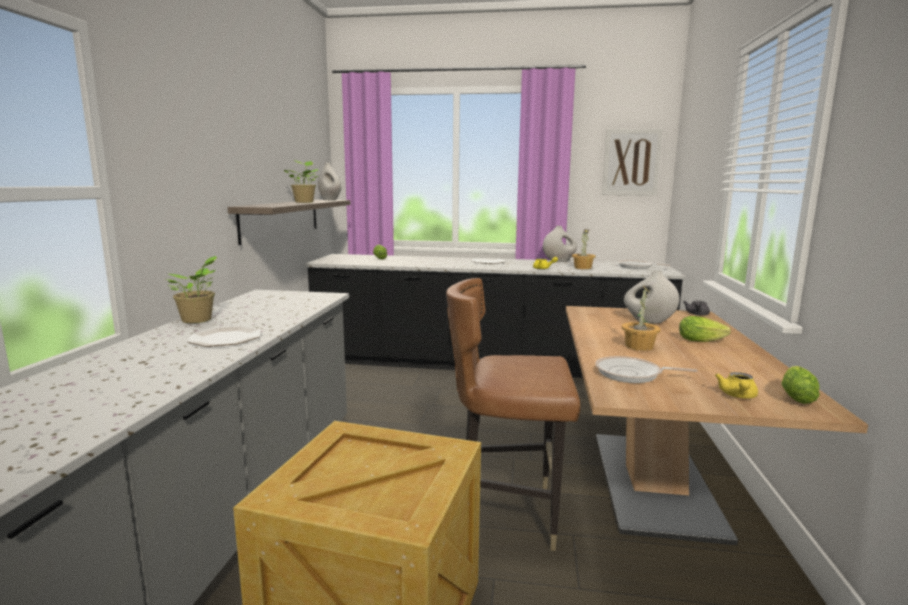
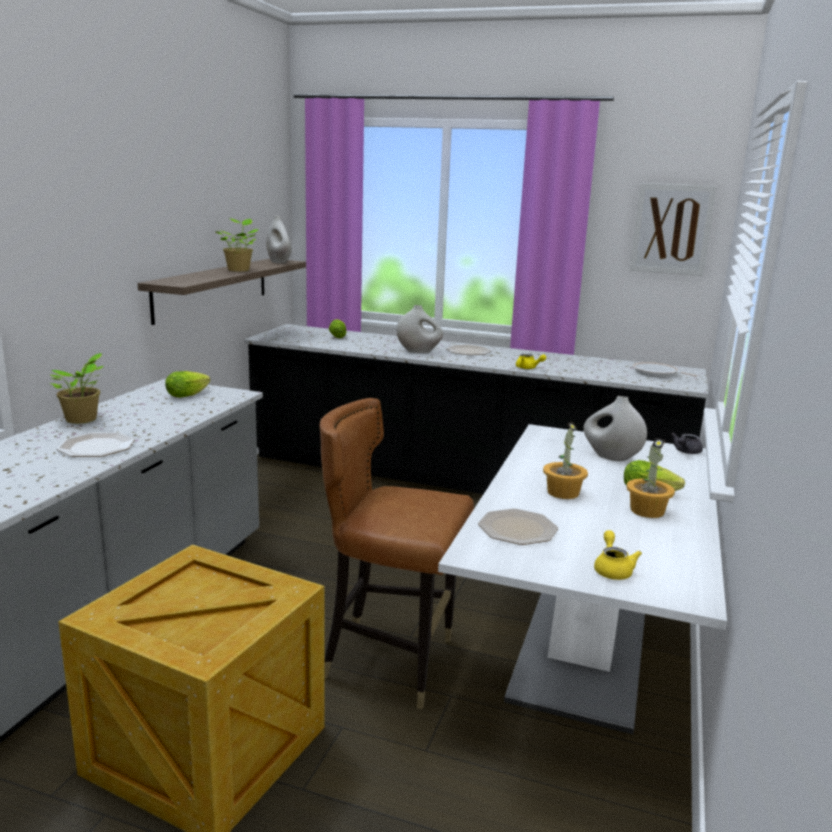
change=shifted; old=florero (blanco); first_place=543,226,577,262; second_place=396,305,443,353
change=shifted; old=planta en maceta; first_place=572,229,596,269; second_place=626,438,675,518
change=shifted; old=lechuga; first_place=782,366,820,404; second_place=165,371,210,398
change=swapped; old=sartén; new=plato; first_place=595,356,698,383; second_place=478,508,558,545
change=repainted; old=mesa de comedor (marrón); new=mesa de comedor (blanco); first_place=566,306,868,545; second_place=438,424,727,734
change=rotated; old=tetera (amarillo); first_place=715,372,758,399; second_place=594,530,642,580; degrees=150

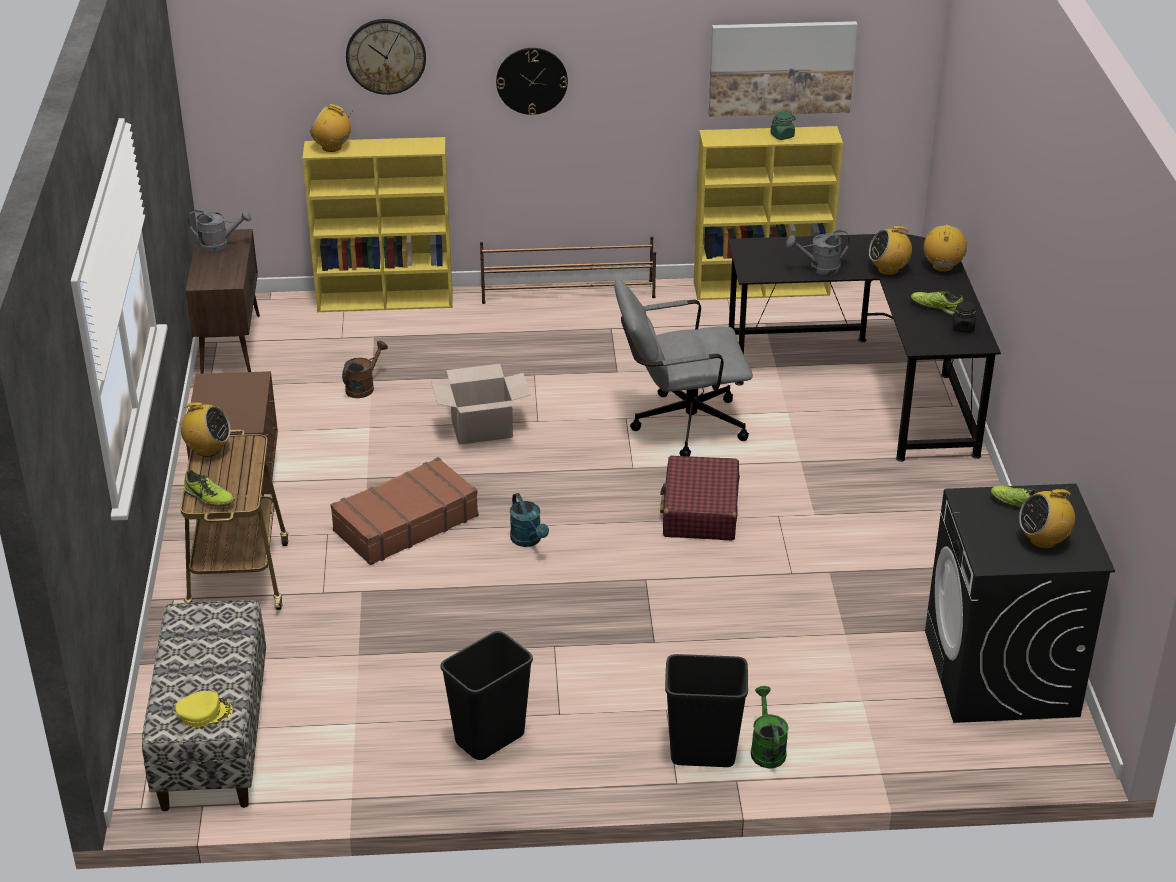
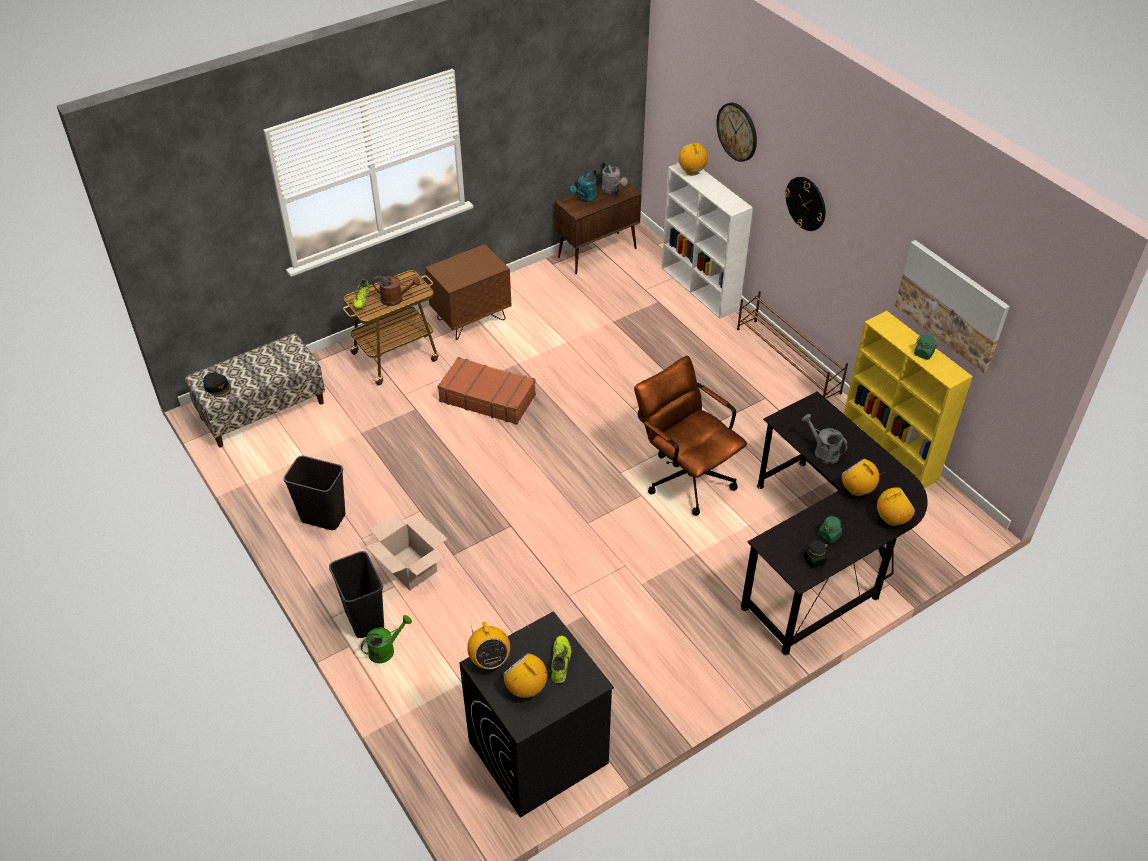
change=gone; old=maleta (rojo); first_place=660,456,740,540
change=shifted; old=radio; first_place=174,402,231,457; second_place=467,621,510,669
change=shifted; old=regadera (marrón); first_place=342,341,388,398; second_place=373,276,420,306
change=shifted; old=caja de cartón; first_place=431,364,531,445; second_place=365,512,447,590
change=shifted; old=regadera (turquesa); first_place=510,493,549,547; second_place=569,169,597,202
change=swapped; old=zapato; new=tarro (verde); first_place=911,291,964,316; second_place=818,516,842,543
change=repainted; old=gorra (amarillo); new=gorra (negro); first_place=175,691,233,727; second_place=203,372,231,397
change=repainted; old=estantería (amarillo); new=estantería (blanco); first_place=303,137,453,312; second_place=662,163,753,319
change=repainted; old=silla de oficina (gris); new=silla de oficina (marrón); first_place=614,279,753,457; second_place=634,356,747,516

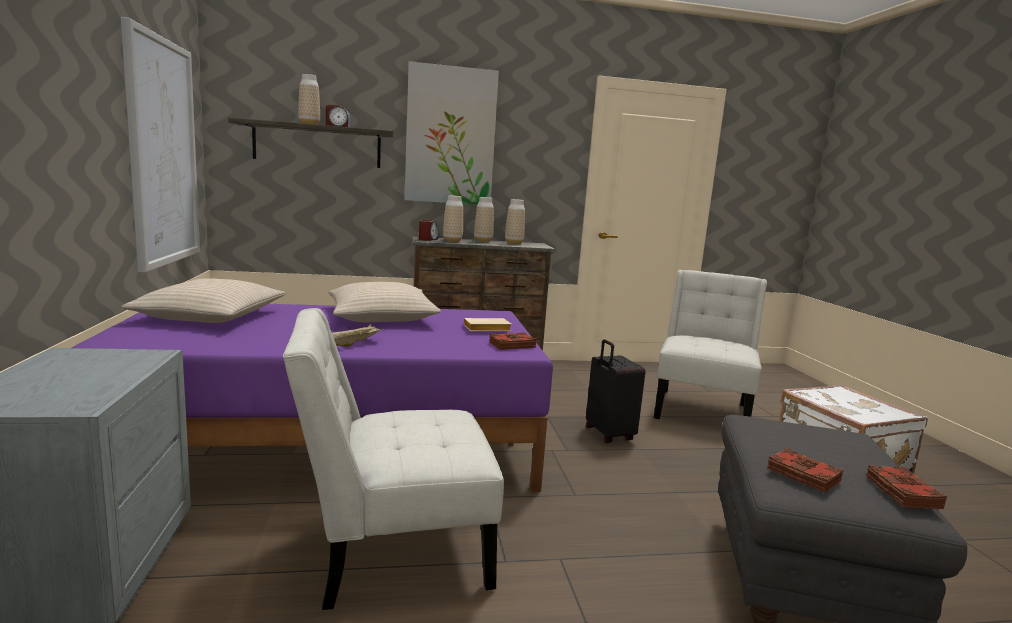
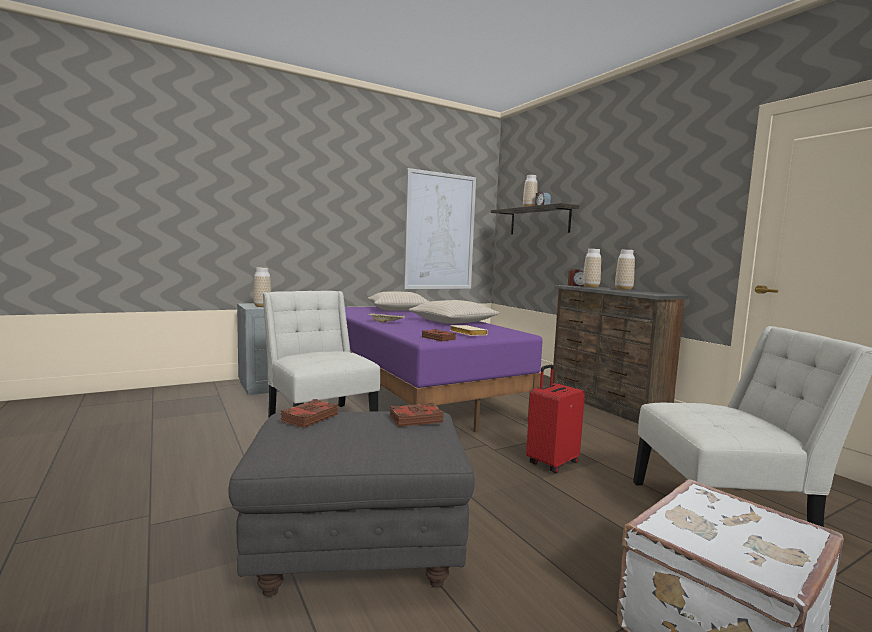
change=gone; old=cuadro; first_place=404,61,499,205
change=shifted; old=florero; first_place=505,199,525,244; second_place=253,268,271,307
change=shifted; old=libro (marrón); first_place=866,465,947,509; second_place=390,403,444,427
change=repainted; old=maleta (negro); new=maleta (rojo); first_place=586,339,645,443; second_place=526,365,585,473

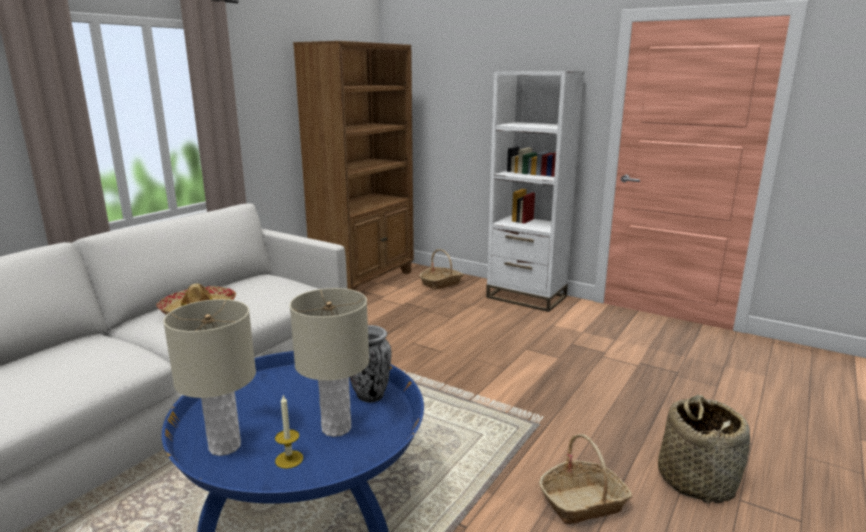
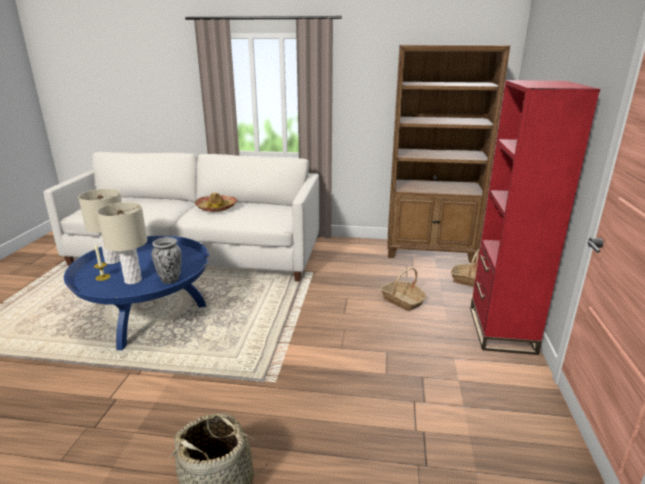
change=shifted; old=cesta; first_place=539,434,632,524; second_place=380,268,426,311
change=repainted; old=estantería (blanco); new=estantería (rojo); first_place=486,71,584,312; second_place=470,80,600,355

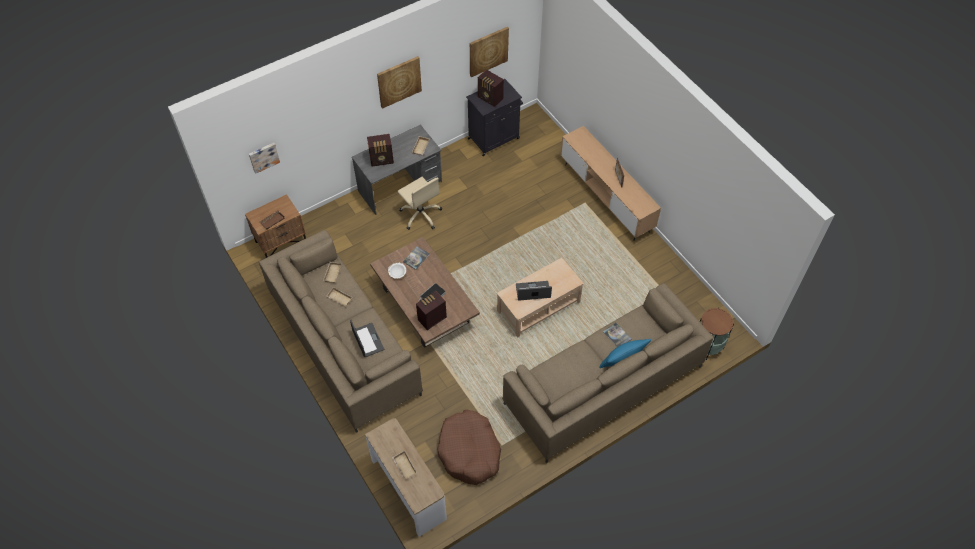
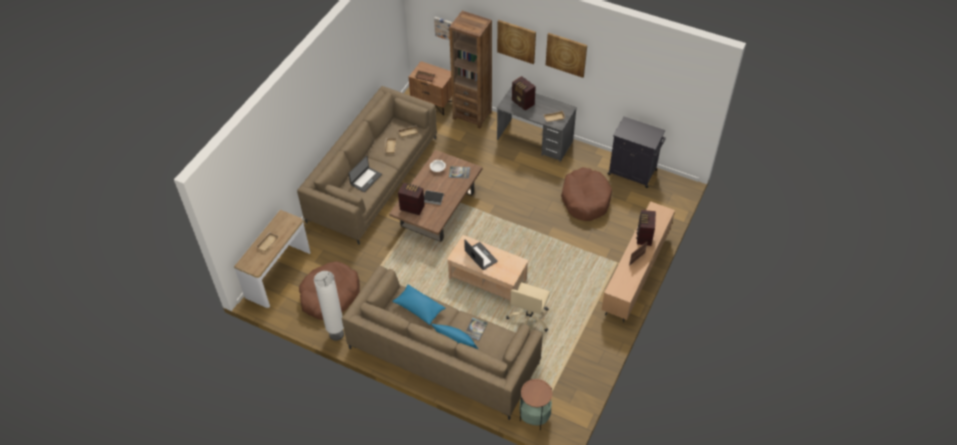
change=new; new=lámpara de pie (blanco); second_place=314,271,344,341
change=new; new=cojín (azul); second_place=392,284,445,325
change=new; new=estantería (marrón); second_place=449,11,492,128
change=new; new=cama para perro (marrón); second_place=561,167,612,221
change=shifted; old=silla de oficina (beis); first_place=397,177,442,230; second_place=506,282,550,332
change=shifted; old=cuadro; first_place=470,27,509,77; second_place=497,20,536,64
change=shifted; old=radio; first_place=478,69,504,107; second_place=636,210,656,246

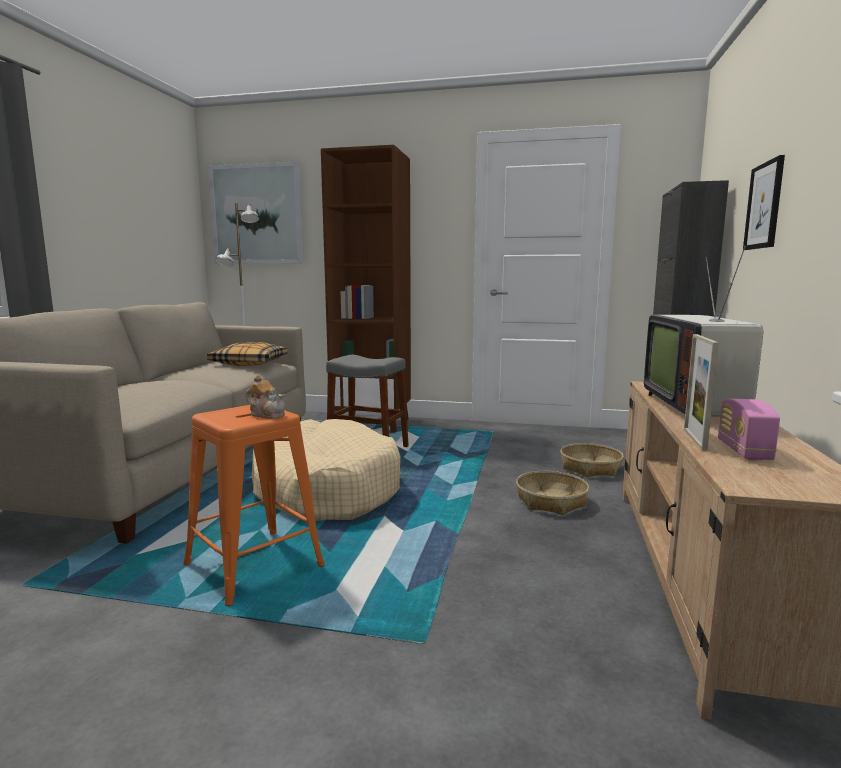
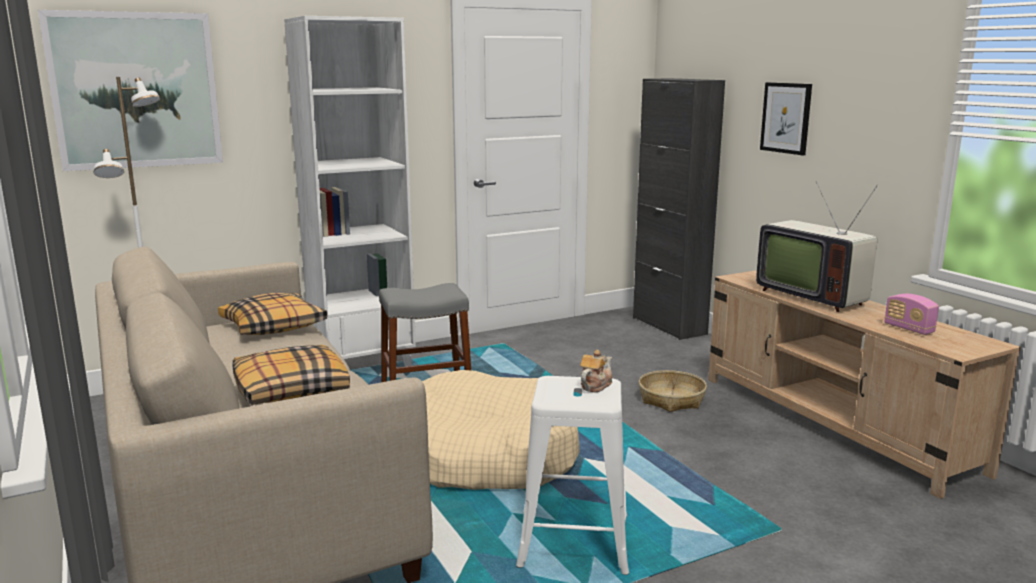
change=gone; old=cesta; first_place=560,443,624,477
change=gone; old=portarretratos; first_place=684,334,719,451
change=new; new=cojín; second_place=232,345,350,405
change=repainted; old=taburete (naranja); new=taburete (blanco); first_place=183,405,325,606; second_place=516,376,629,575
change=repainted; old=estantería (marrón); new=estantería (blanco); first_place=321,145,411,433; second_place=284,16,416,366
change=rotated; old=tetera; first_place=246,375,285,419; second_place=580,350,612,392; degrees=-45

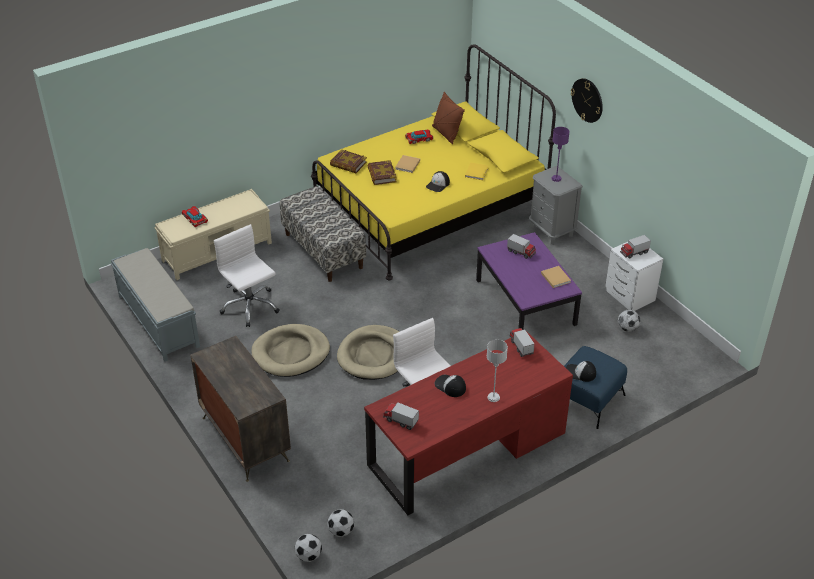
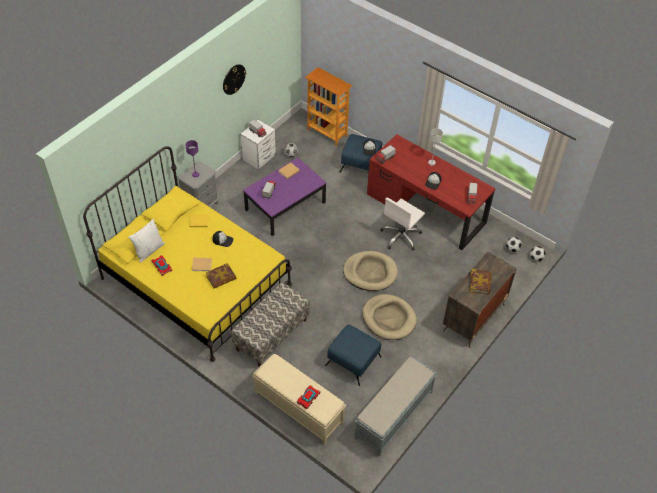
change=new; new=estantería; second_place=305,67,352,146
change=shifted; old=libro; first_place=330,149,367,173; second_place=469,269,491,294
change=shifted; old=reloj de pared; first_place=571,78,603,123; second_place=223,64,247,95
change=swapped; old=silla de oficina (blanco); new=puf (azul); first_place=214,224,280,327; second_place=325,324,381,386
change=repainted; old=cojín (marrón); new=cojín (blanco); first_place=432,91,465,144; second_place=129,219,165,263

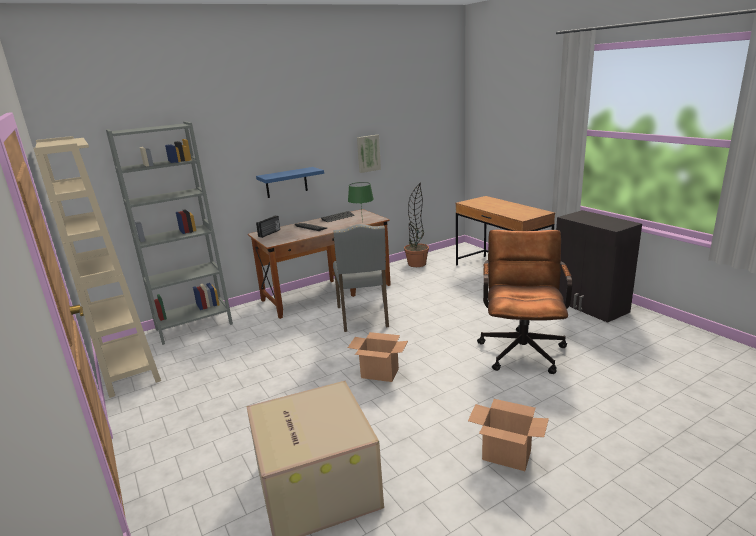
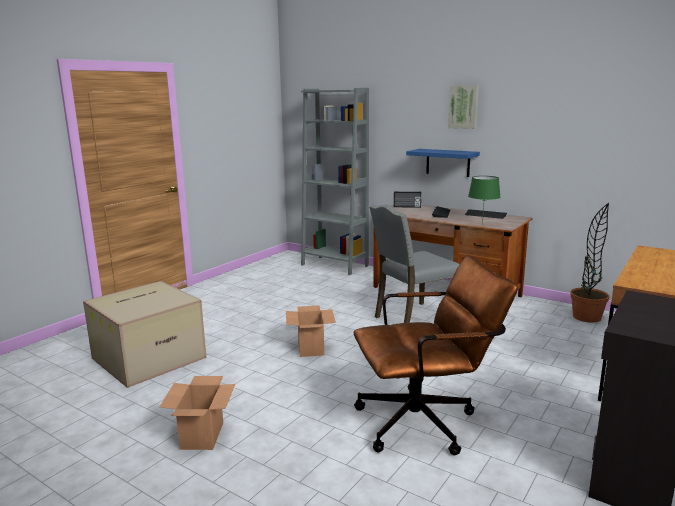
change=gone; old=estantería (beis); first_place=33,136,161,398
change=shifted; old=cuadro; first_place=357,135,381,173; second_place=448,85,479,129

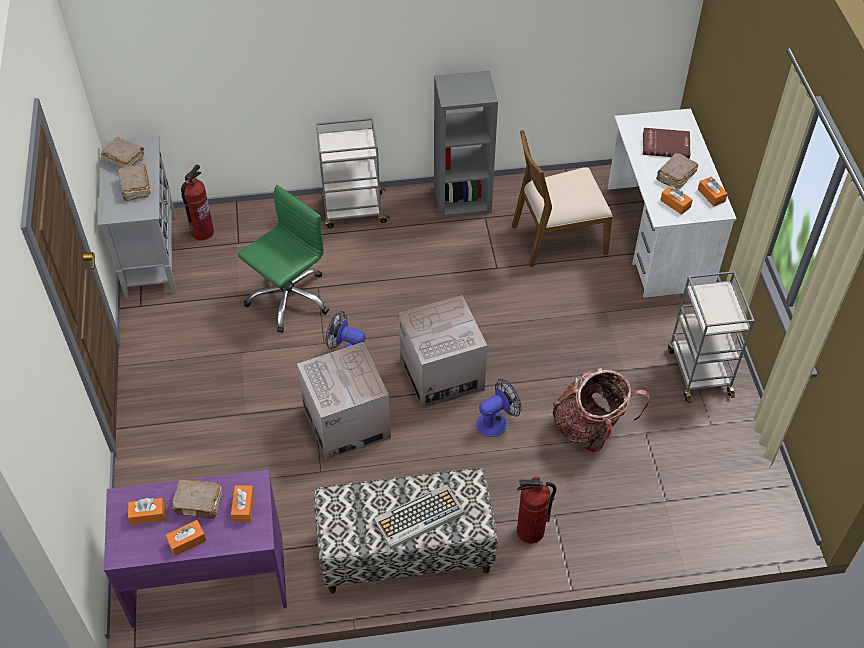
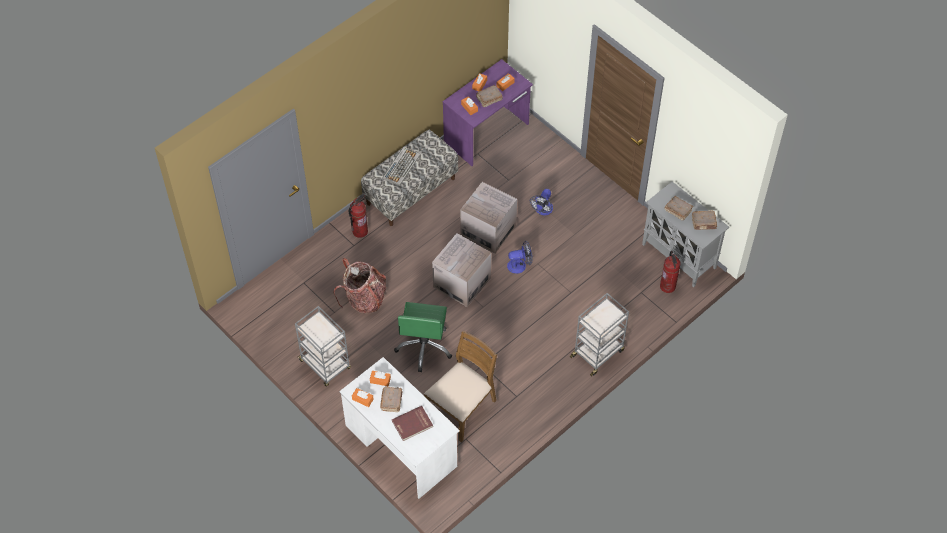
change=gone; old=estantería (gris); first_place=434,70,498,218
change=shifted; old=silla de oficina (verde); first_place=238,185,329,333; second_place=394,302,452,372
change=shifted; old=ventilador; first_place=476,379,521,437; second_place=530,189,553,215

